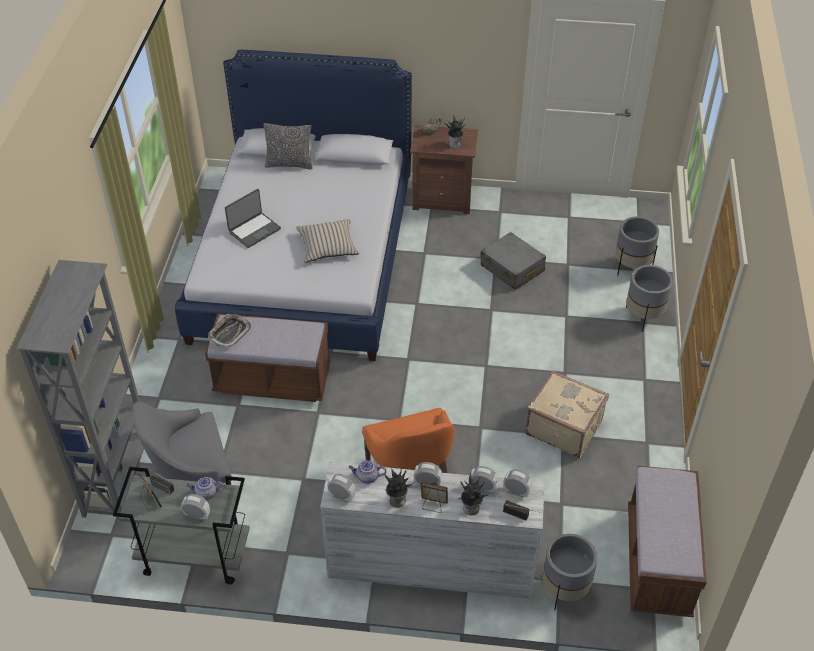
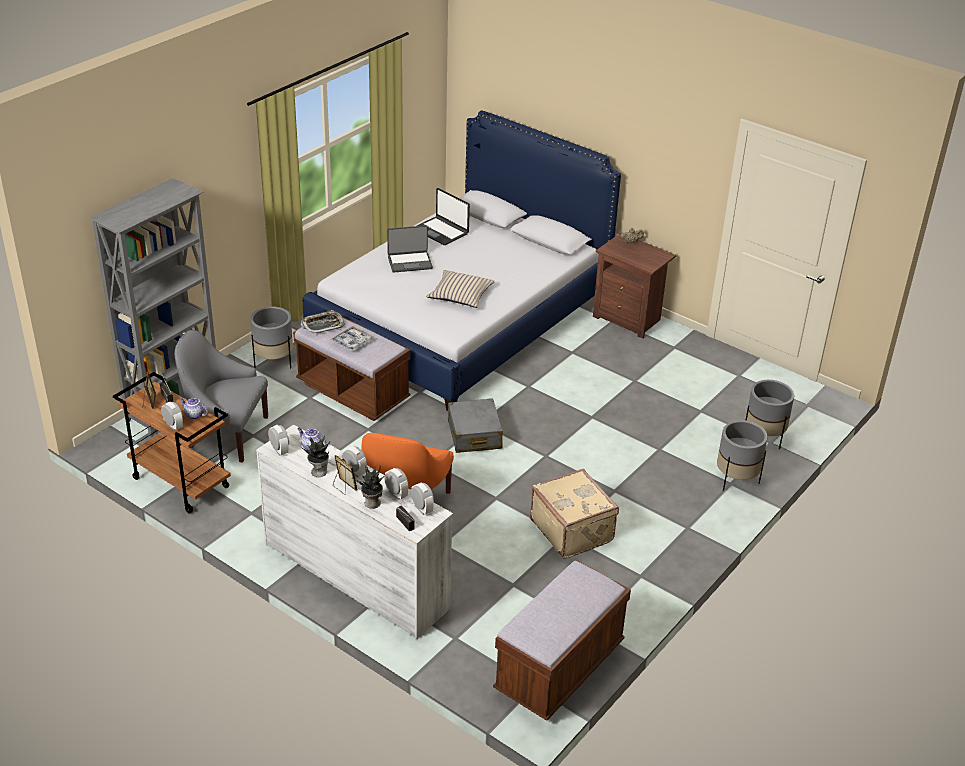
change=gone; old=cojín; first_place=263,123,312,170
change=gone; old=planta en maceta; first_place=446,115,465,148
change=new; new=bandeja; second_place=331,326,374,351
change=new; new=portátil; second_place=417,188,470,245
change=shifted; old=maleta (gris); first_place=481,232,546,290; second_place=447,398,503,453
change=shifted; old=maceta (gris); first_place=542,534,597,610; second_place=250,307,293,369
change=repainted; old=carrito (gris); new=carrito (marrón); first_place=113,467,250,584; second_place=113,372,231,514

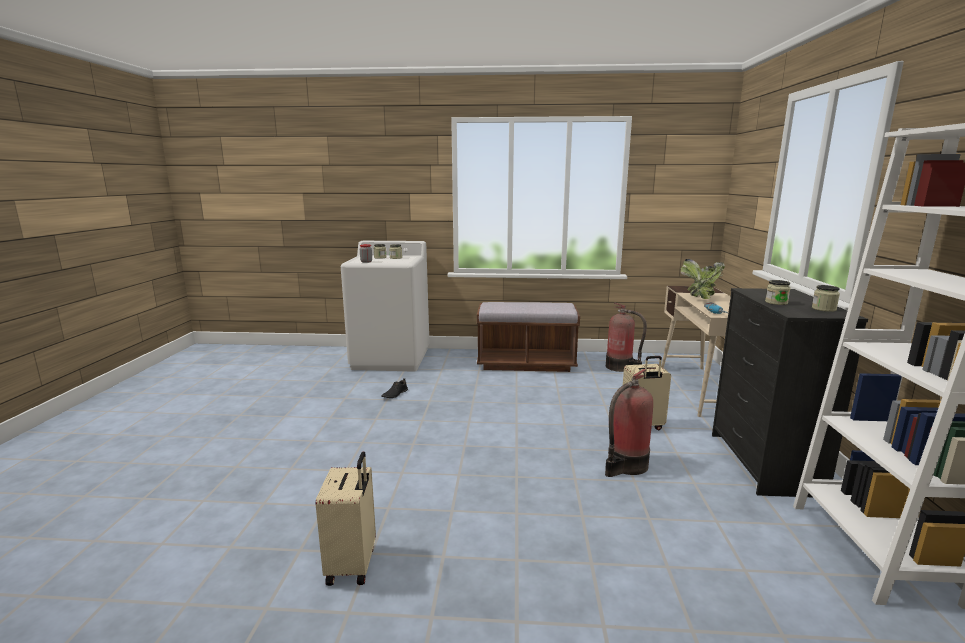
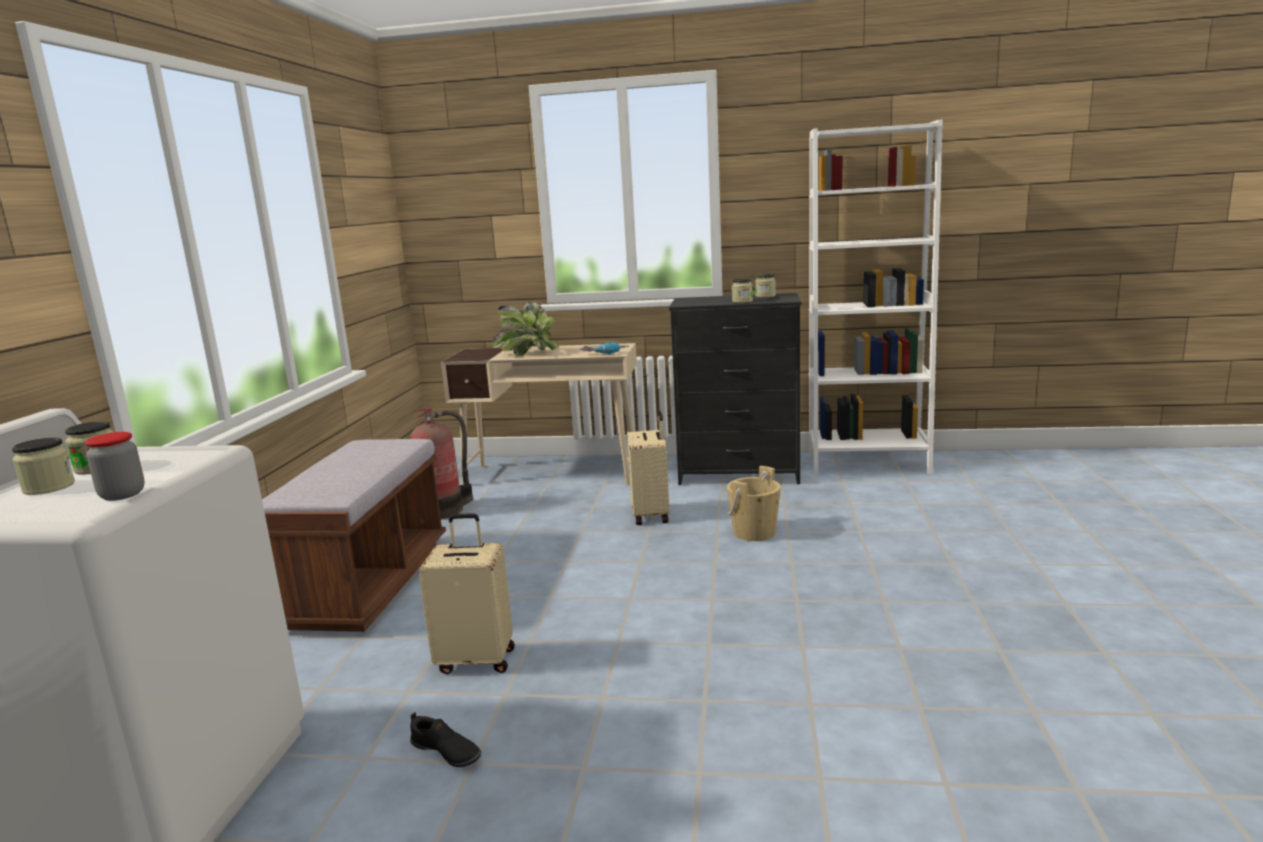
change=shifted; old=maleta (beis); first_place=316,452,376,586; second_place=419,513,515,674
change=swapped; old=extintor; new=cubo (beis); first_place=605,369,653,477; second_place=727,466,781,541

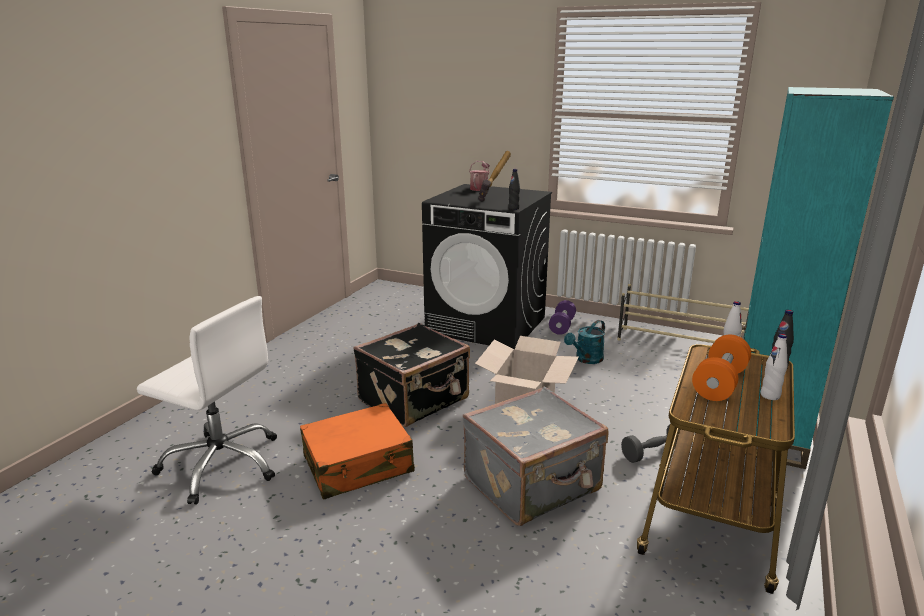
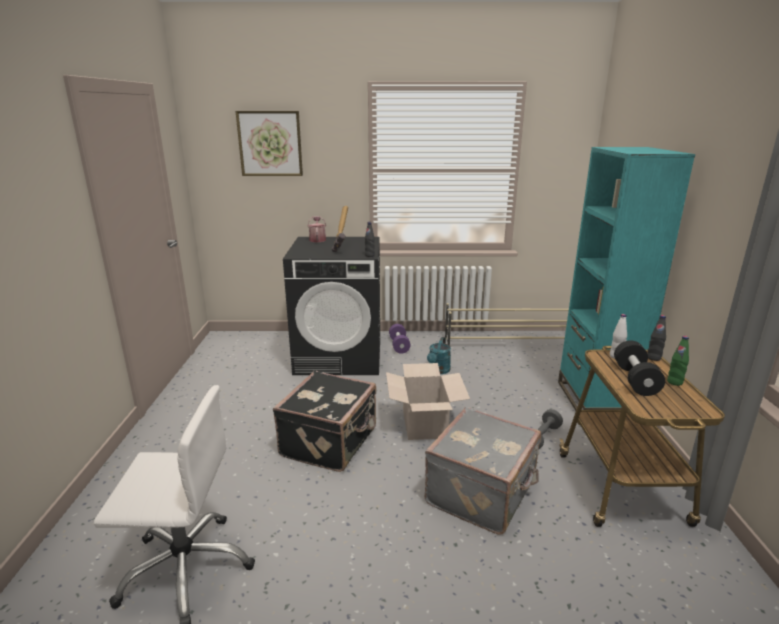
change=gone; old=maleta (naranja); first_place=300,403,414,499
change=new; new=cuadro; second_place=235,111,303,176
change=repainted; old=mancuerna (naranja); new=mancuerna (negro); first_place=692,335,751,401; second_place=614,340,665,396
change=repainted; old=botella (blanco); new=botella (verde); first_place=761,334,787,400; second_place=667,336,689,386

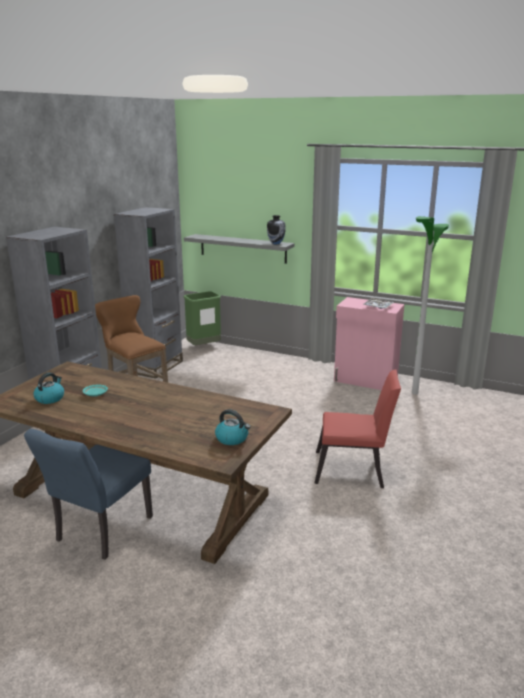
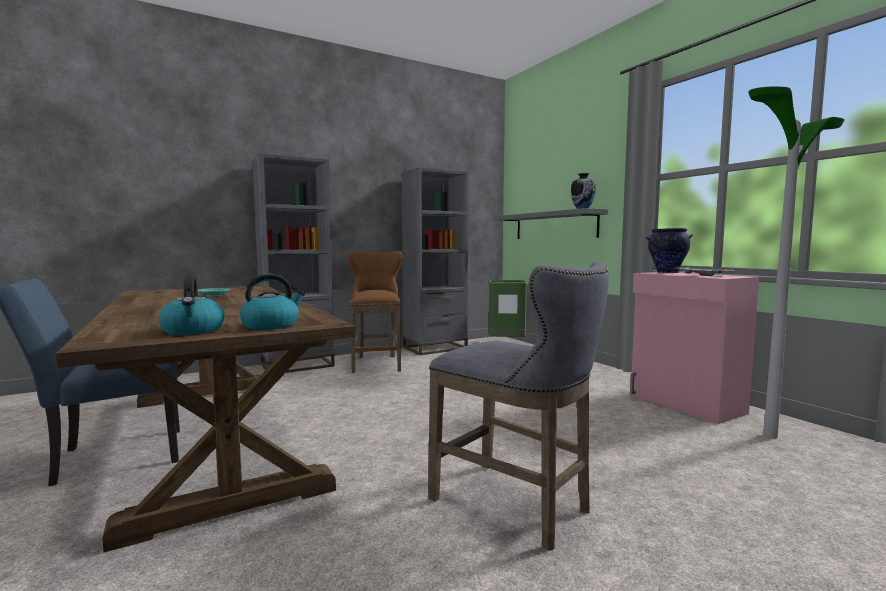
change=new; new=florero; second_place=646,228,693,273
change=shifted; old=hervidor; first_place=33,372,64,404; second_place=240,274,305,330
change=swapped; old=silla (rojo); new=taburete (gris); first_place=315,370,401,488; second_place=428,261,609,551

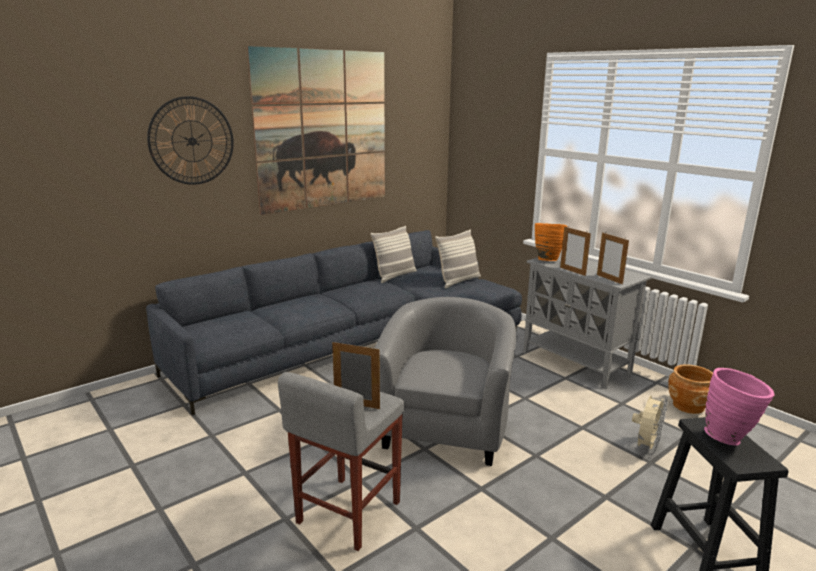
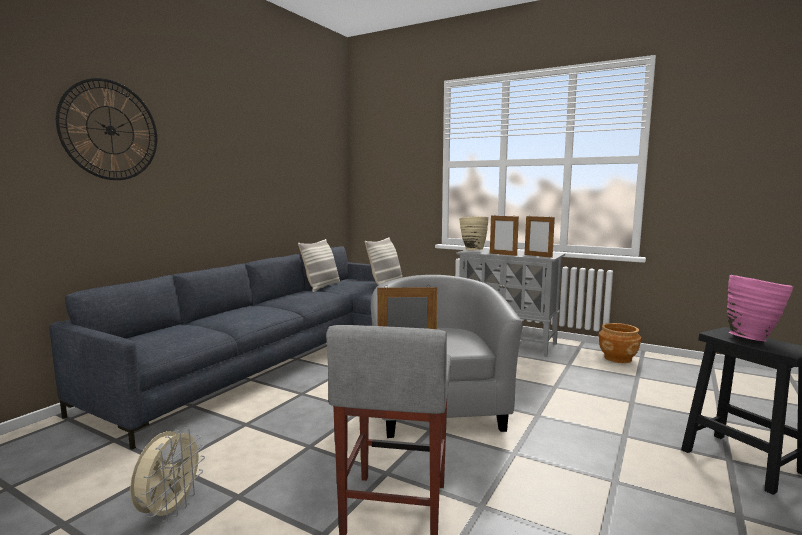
change=gone; old=cuadro; first_place=247,46,385,215
change=shifted; old=ventilador (beis); first_place=632,395,668,454; second_place=130,427,205,522
change=repainted; old=florero (naranja); new=florero (beis); first_place=535,223,567,261; second_place=459,216,489,251

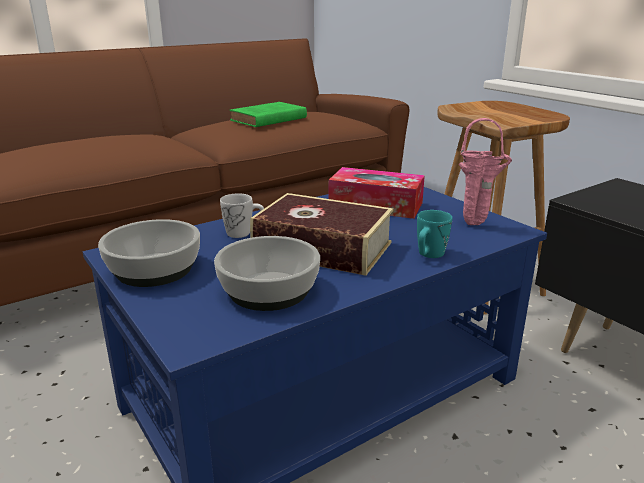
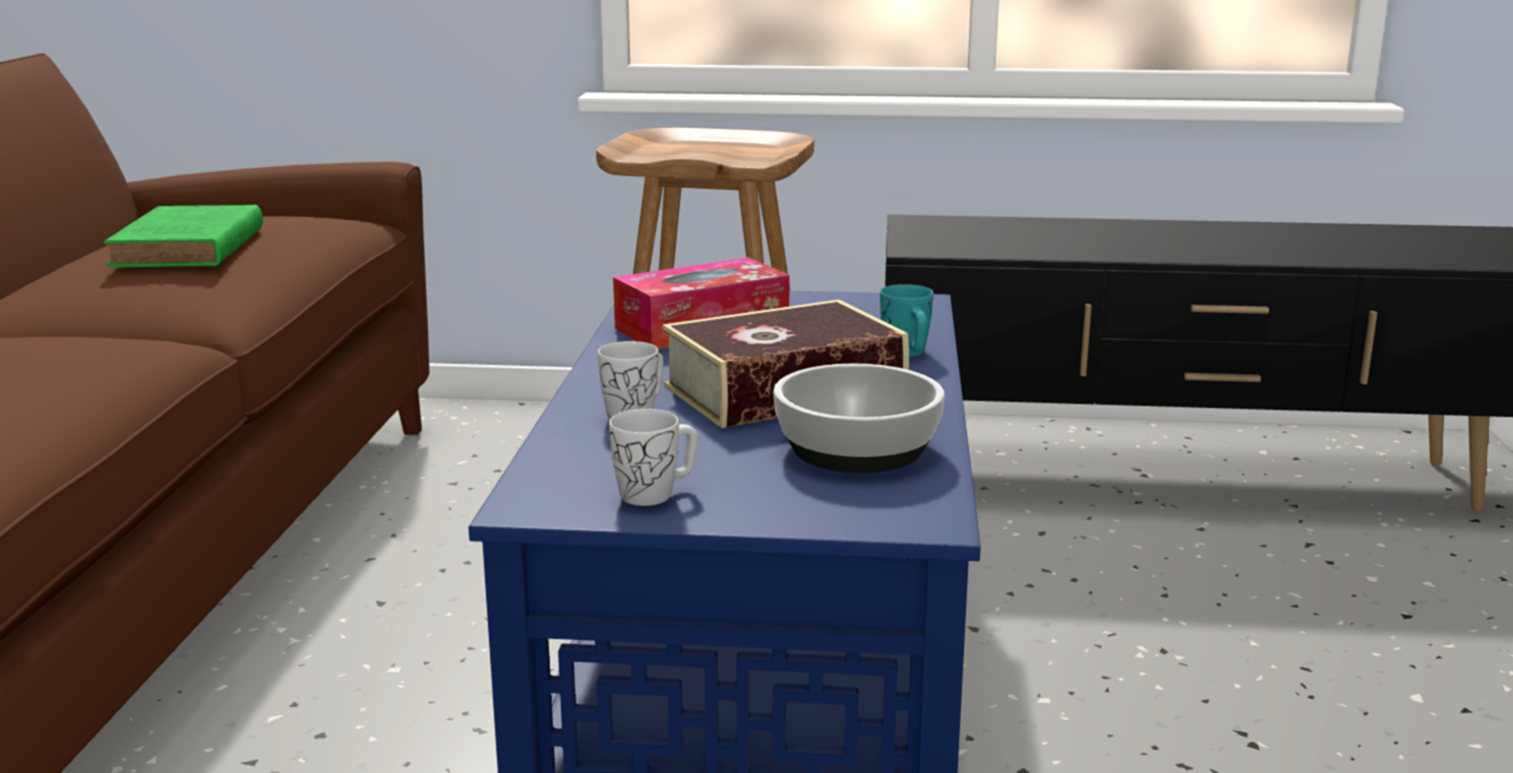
change=gone; old=florero (rosa); first_place=459,118,512,225
change=swapped; old=cuenco; new=taza grande (blanco); first_place=98,219,200,287; second_place=609,409,698,506

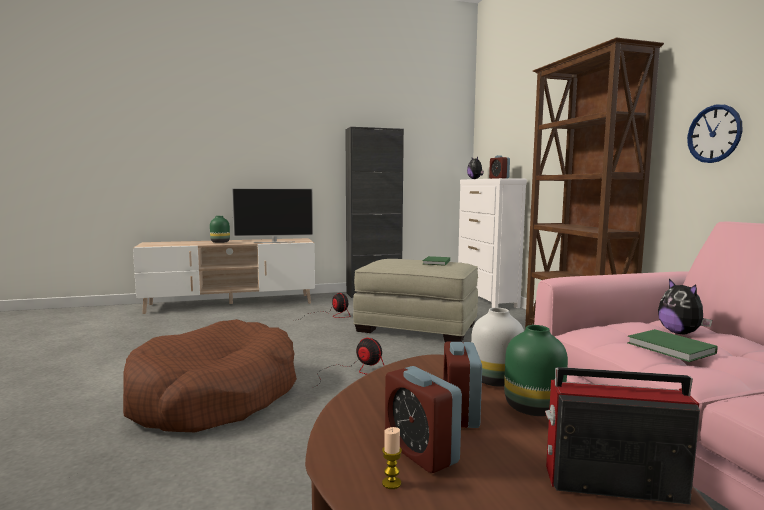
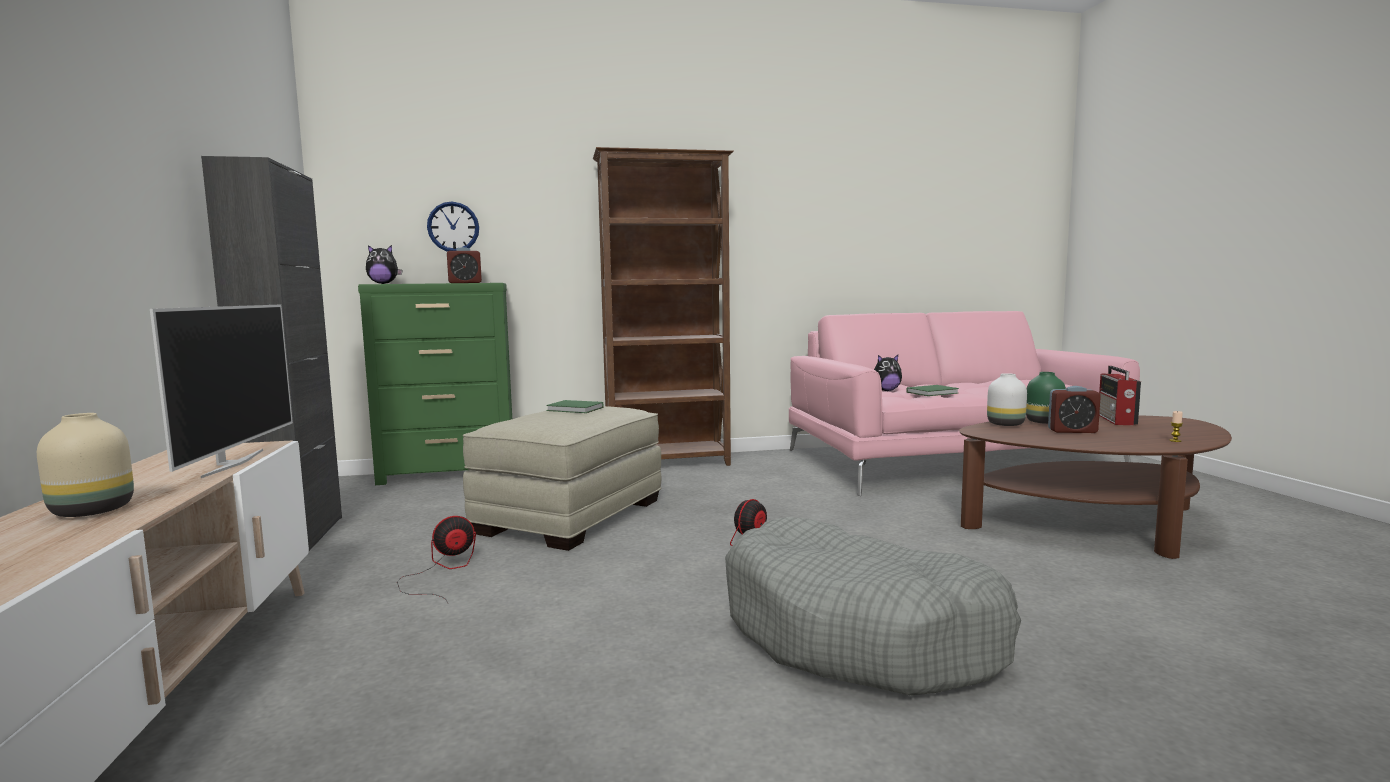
change=gone; old=despertador; first_place=385,366,462,473
change=shifted; old=reloj de pared; first_place=687,105,743,163; second_place=427,202,479,252
change=repainted; old=cama para perro (marrón); new=cama para perro (gris); first_place=123,319,297,432; second_place=725,517,1021,695
change=repainted; old=florero (verde); new=florero (beis); first_place=210,216,230,243; second_place=37,413,134,517
change=repainted; old=cómoda (blanco); new=cómoda (verde); first_place=458,178,527,308; second_place=358,283,512,485

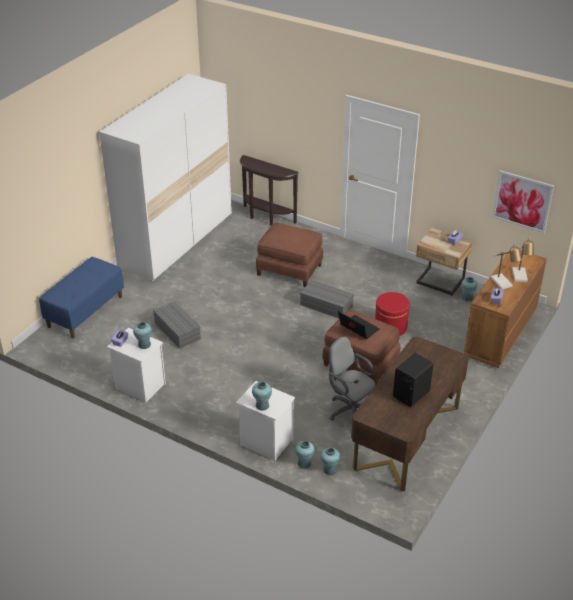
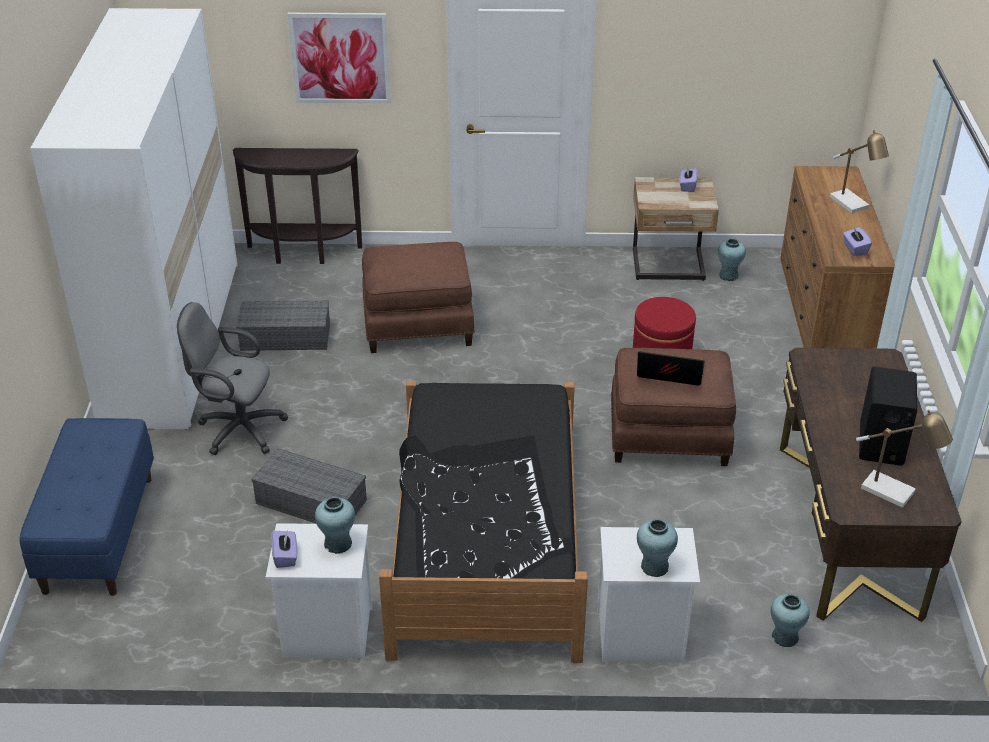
change=gone; old=florero (turquesa); first_place=295,441,315,469
change=new; new=cama (negro); second_place=379,381,588,663
change=shifted; old=caja de almacenaje (gris); first_place=300,280,354,318; second_place=236,301,330,351
change=shifted; old=silla de oficina (gris); first_place=329,336,375,421; second_place=177,302,288,455
change=shifted; old=lámpara de mesa; first_place=491,245,522,289; second_place=856,410,953,508
change=shifted; old=cuadro; first_place=492,170,554,233; second_place=287,13,391,103

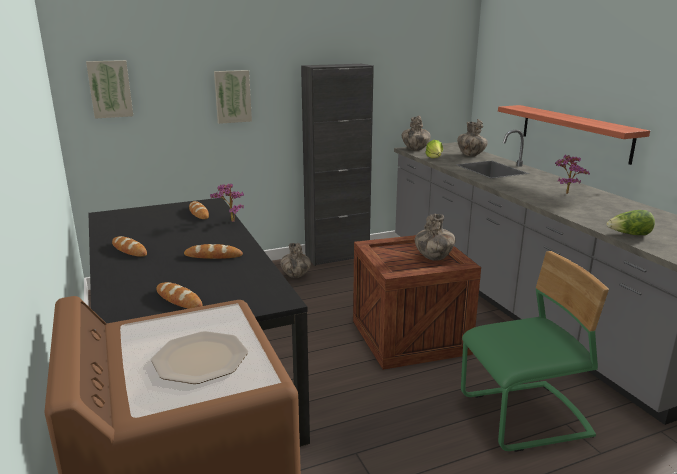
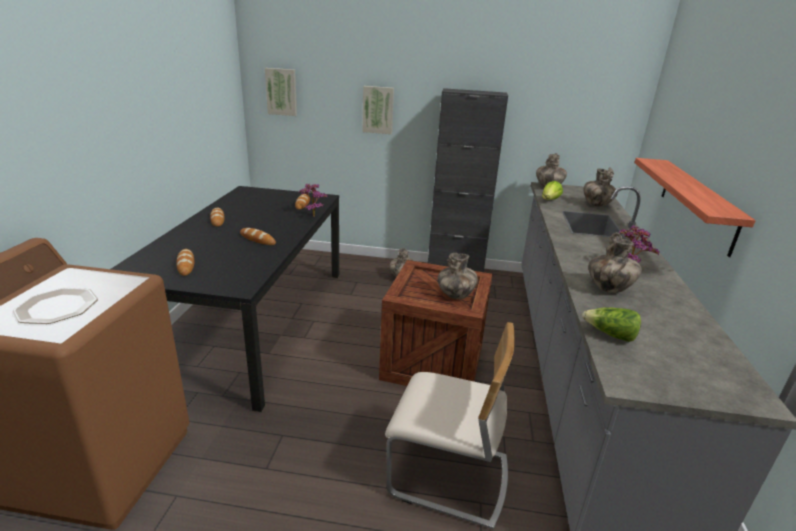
change=new; new=florero; second_place=588,232,642,293
change=repainted; old=silla (verde); new=silla (beis); first_place=461,251,609,452; second_place=385,322,515,530

